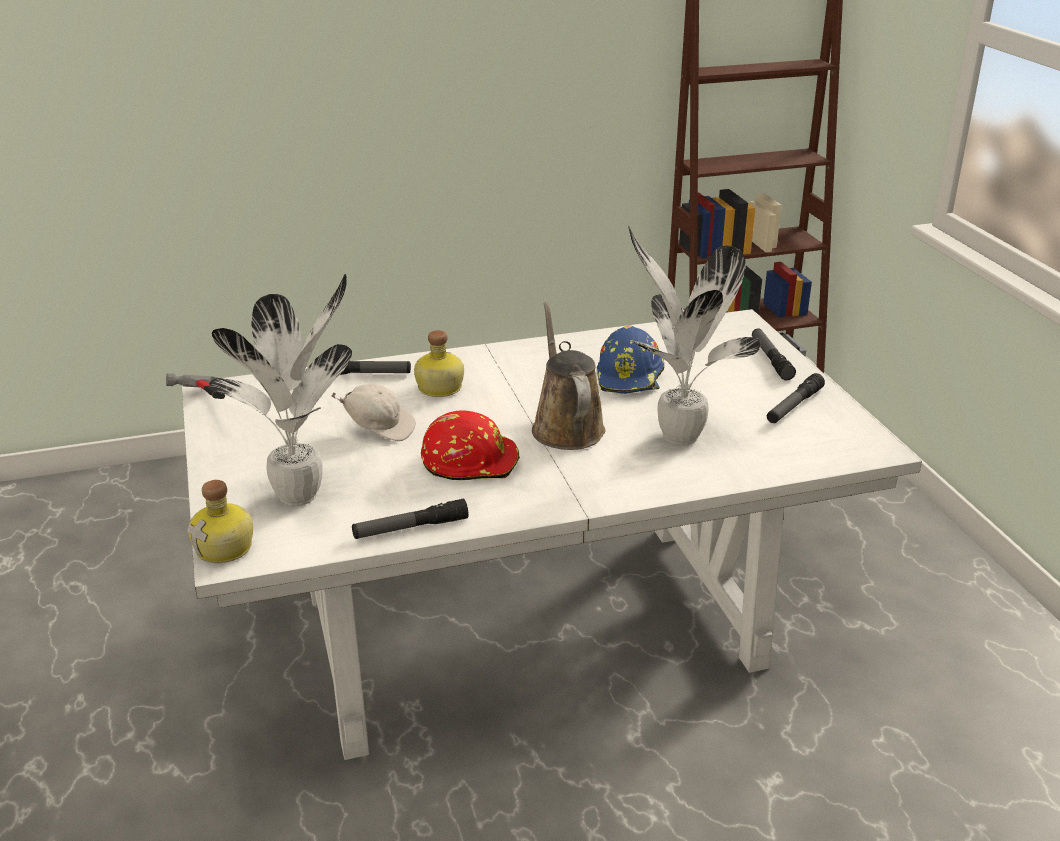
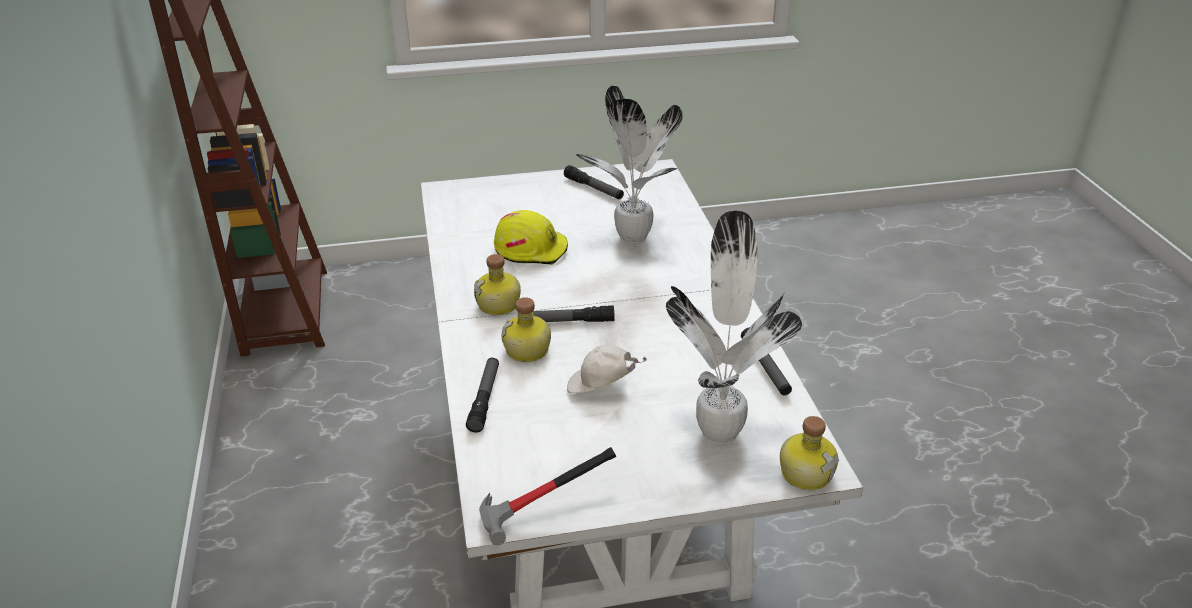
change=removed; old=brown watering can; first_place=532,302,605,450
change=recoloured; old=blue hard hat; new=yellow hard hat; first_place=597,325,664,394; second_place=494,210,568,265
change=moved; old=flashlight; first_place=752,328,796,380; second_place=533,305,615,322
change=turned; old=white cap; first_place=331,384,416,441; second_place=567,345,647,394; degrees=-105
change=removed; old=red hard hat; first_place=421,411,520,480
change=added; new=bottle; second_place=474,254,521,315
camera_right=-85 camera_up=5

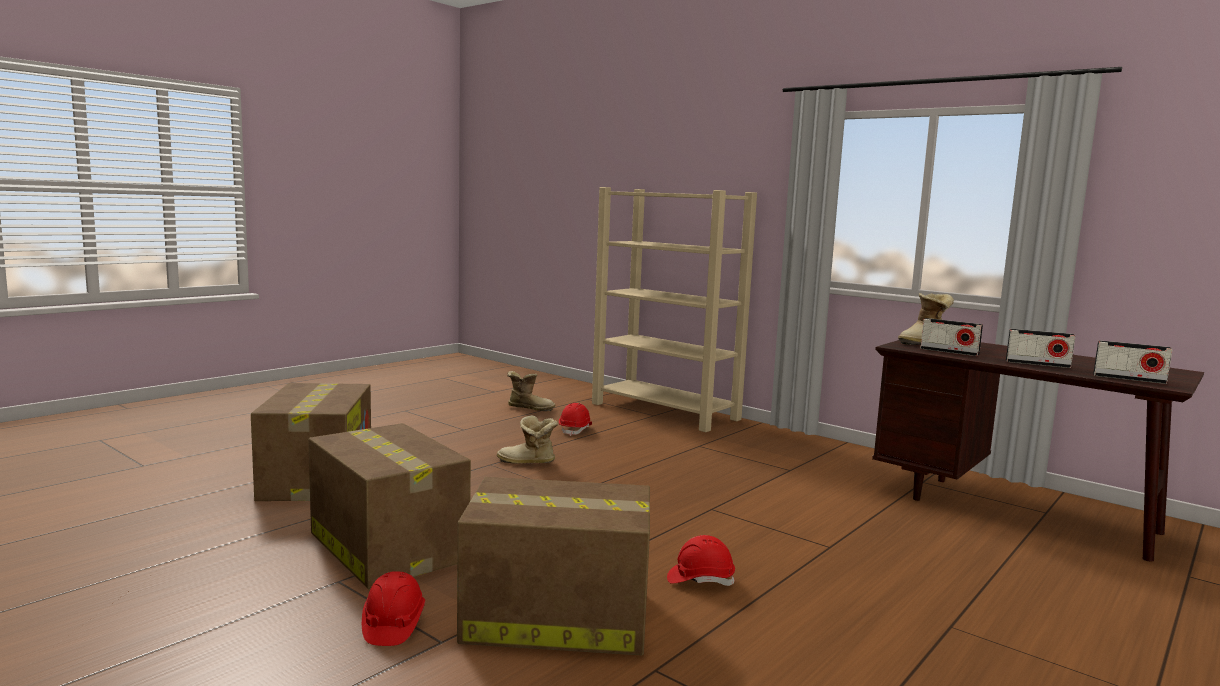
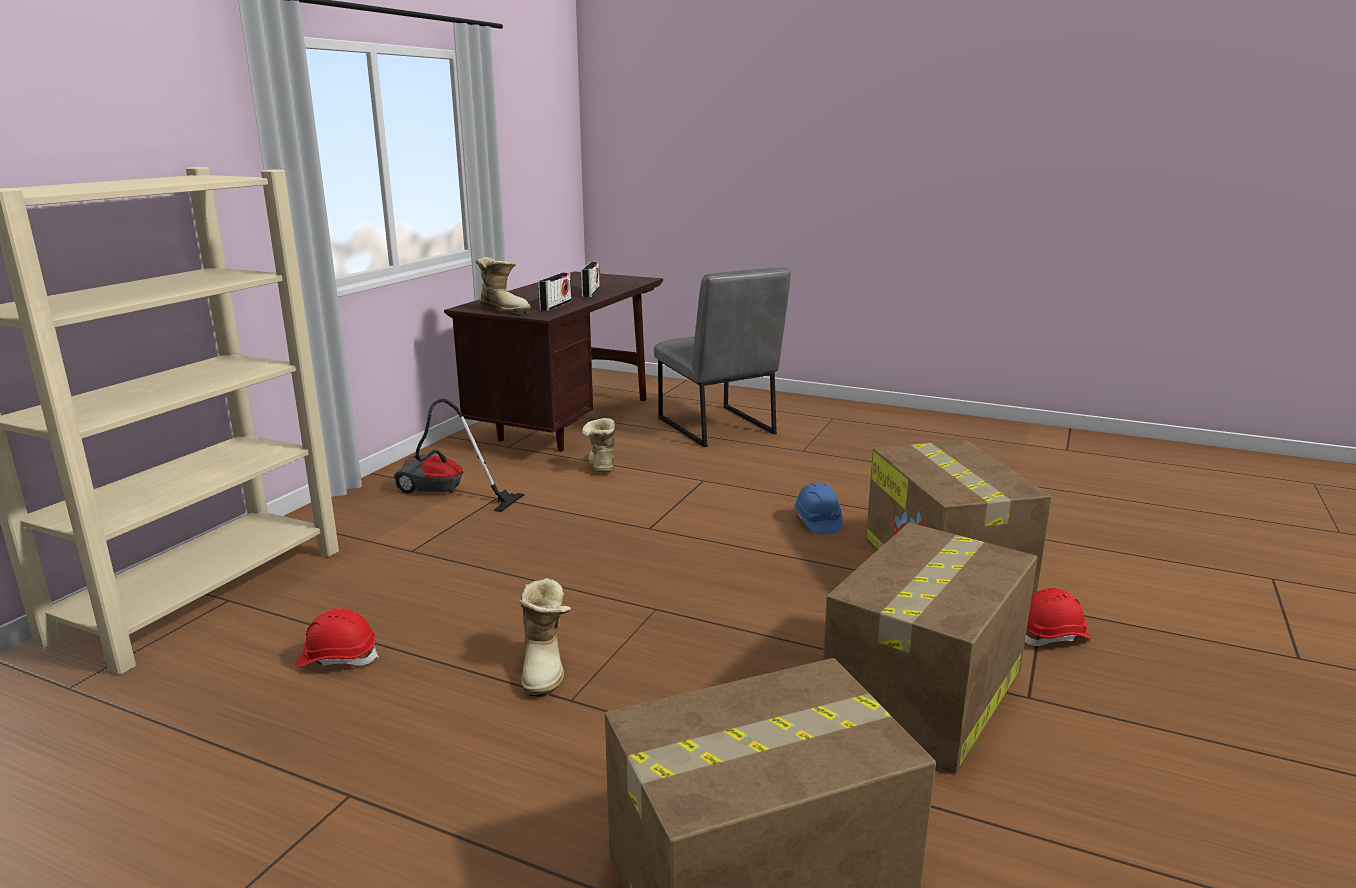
change=removed; old=radio; first_place=1093,340,1172,384
change=moved; old=boot; first_place=507,371,555,411; second_place=582,418,615,472
change=recoloured; old=red hard hat; new=blue hard hat; first_place=667,535,735,586; second_place=794,482,842,534
change=added; new=grey chair; second_place=654,267,791,447
change=added; new=vacuum cleaner; second_place=394,399,524,512
camera_right=-105 camera_up=10

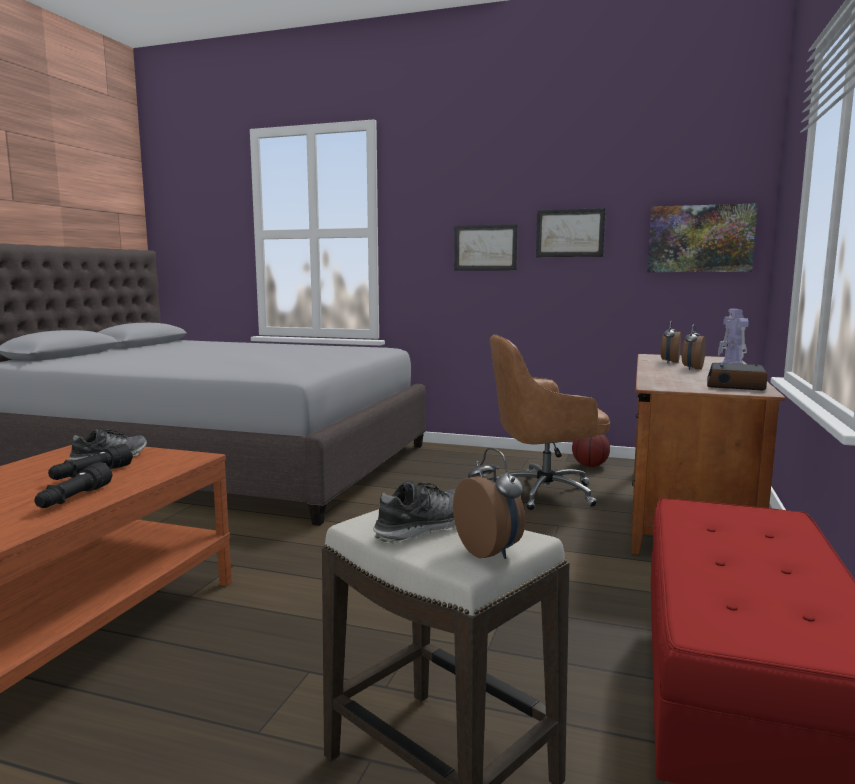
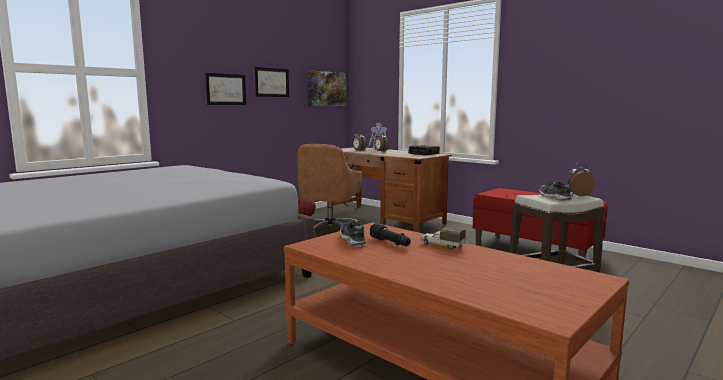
change=replaced; old=black flashlight; new=toy truck; first_place=34,462,112,508; second_place=421,227,466,250
camera_right=-65 camera_up=0

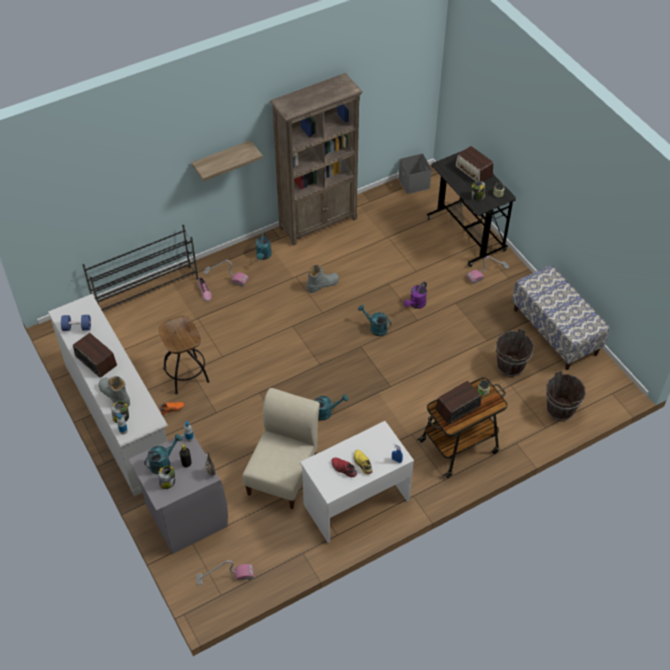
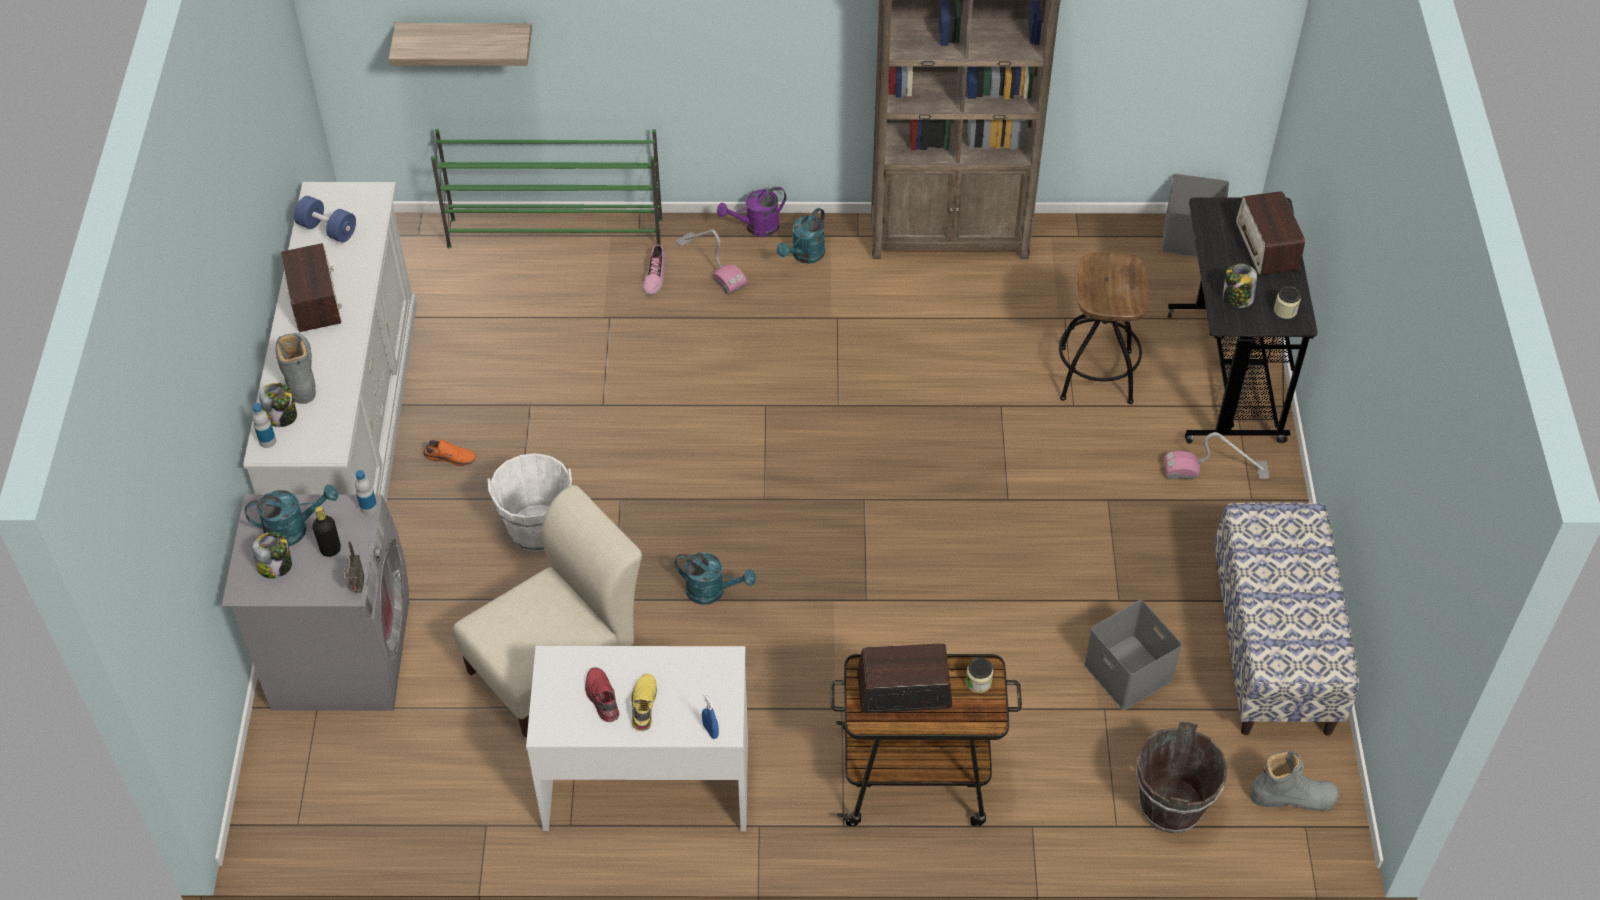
change=moved; old=shelf; first_place=191,140,263,181; second_place=389,23,532,66
change=recoloured; old=black shoe rack; new=green shoe rack; first_place=83,225,198,311; second_place=431,129,663,248
change=moved; old=grey boot; first_place=306,265,339,293; second_place=1250,750,1339,811
change=moved; old=purple watering can; first_place=404,282,427,309; second_place=717,187,786,237
change=removed; old=turquoise watering can; first_place=358,305,392,336
change=moved; old=brown stool; first_place=159,316,210,395; second_place=1059,252,1149,404
change=replaced; old=brown bucket; new=grey storage box; first_place=496,328,534,377; second_place=1084,600,1182,710
change=removed; old=vacuum cleaner; first_place=196,560,254,585
change=added; new=white bucket; second_place=488,453,572,552
camera_right=30 camera_up=0

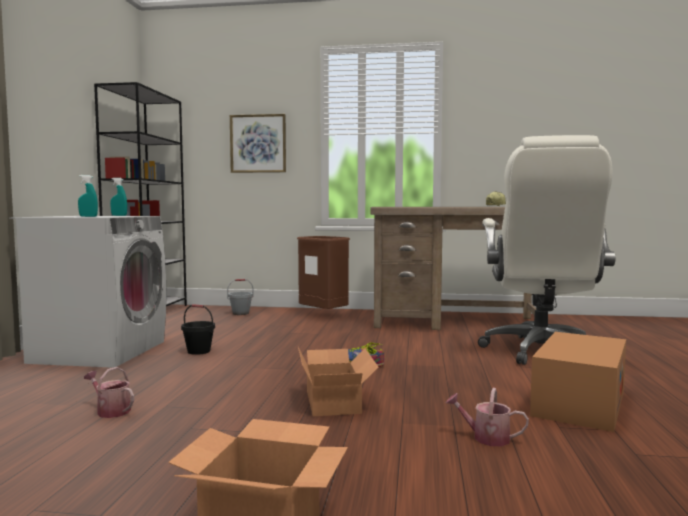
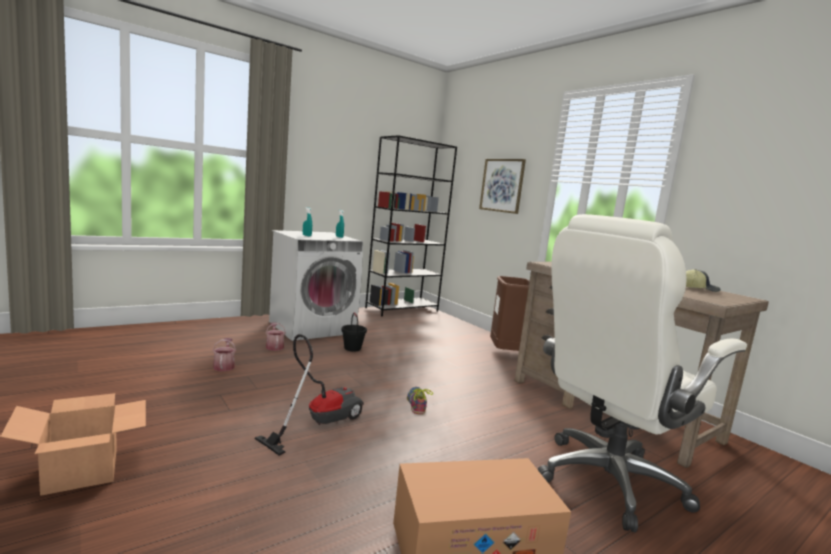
change=removed; old=grey bucket; first_place=227,279,254,315
change=replaced; old=cardboard box; new=vacuum cleaner; first_place=298,347,379,416; second_place=254,334,364,456
change=moved; old=watering can; first_place=446,388,529,446; second_place=266,322,286,351
camera_right=45 camera_up=5

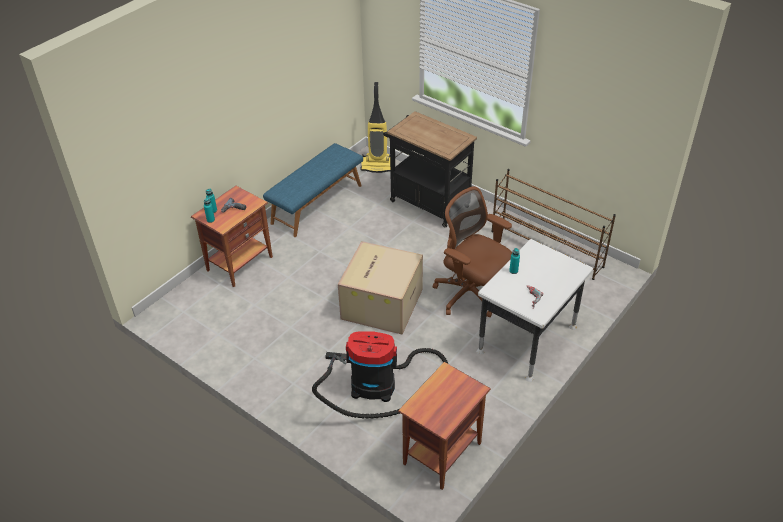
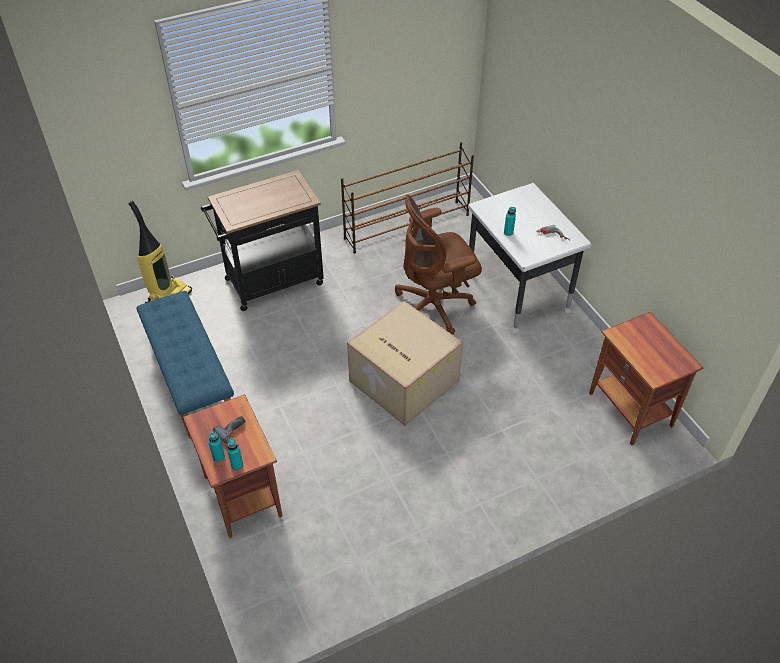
change=removed; old=vacuum cleaner; first_place=312,331,448,419
camera_right=-65 camera_up=5

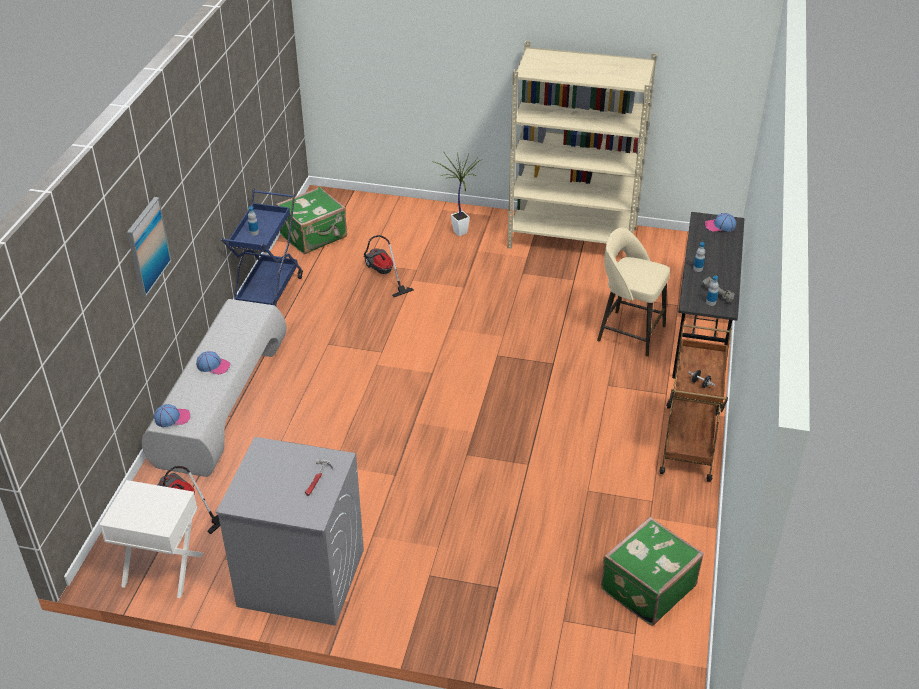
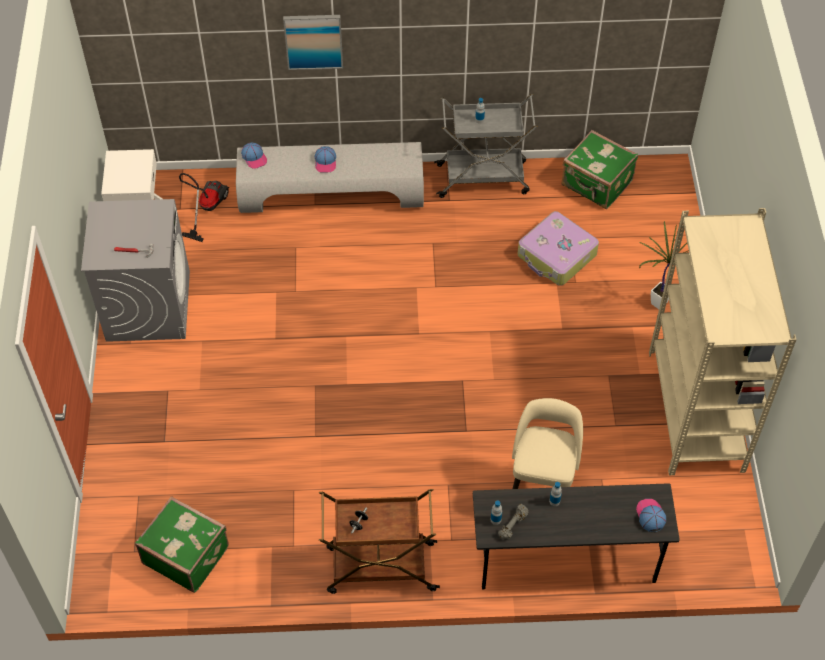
change=recoloured; old=blue cart; new=grey cart; first_place=221,188,303,306; second_place=434,94,538,198
change=replaced; old=vacuum cleaner; new=suitcase; first_place=363,235,414,297; second_place=518,211,599,286
camera_right=75 camera_up=15

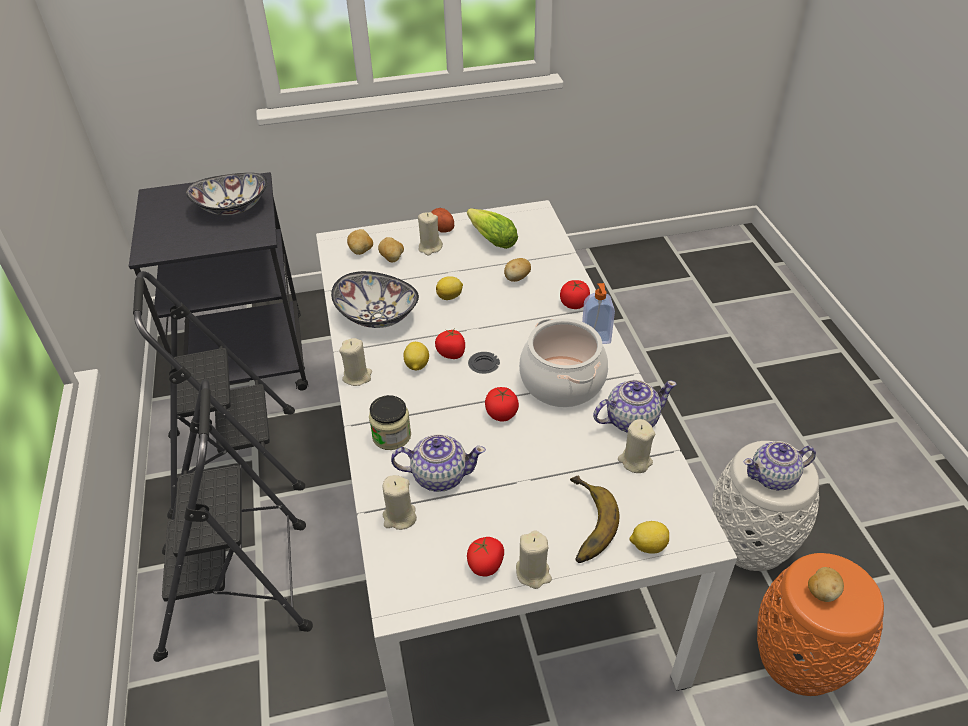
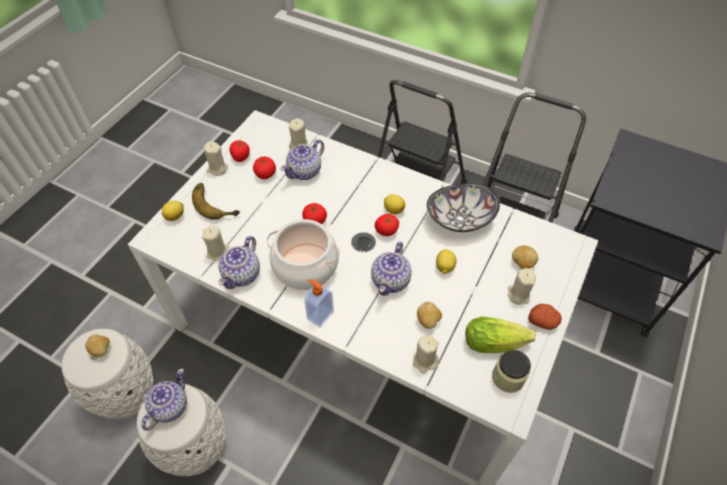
change=removed; old=bowl; first_place=186,173,267,215
change=removed; old=potato; first_place=347,229,373,255
change=moved; old=tomato; first_place=560,280,590,309; second_place=253,157,276,179
change=moved; old=beige candle; first_place=339,338,372,386; second_place=413,335,439,374
change=moved; old=jar; first_place=369,395,411,450; second_place=492,350,531,393
change=recoloured; old=orange stool; new=white stool; first_place=757,553,884,696; second_place=61,329,153,419
change=added; new=teapot; second_place=371,242,412,296
camera_right=130 camera_up=10

